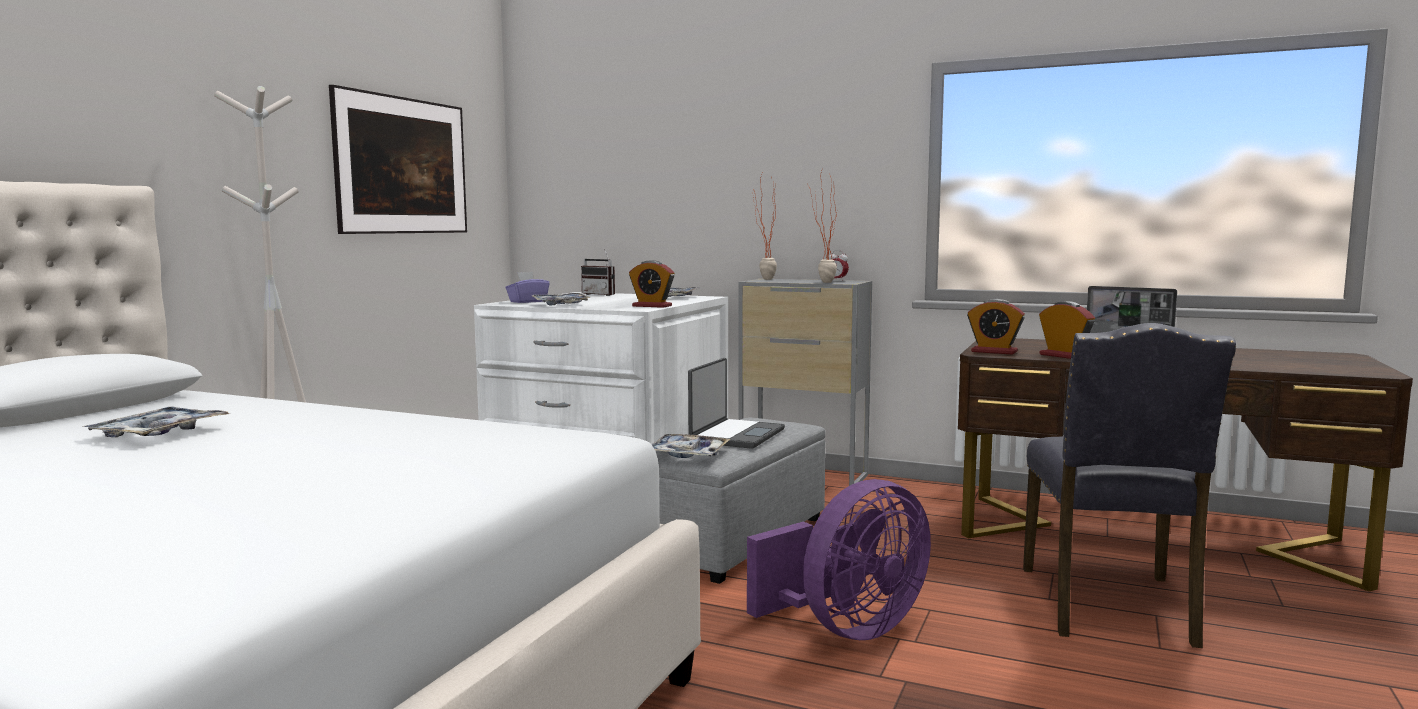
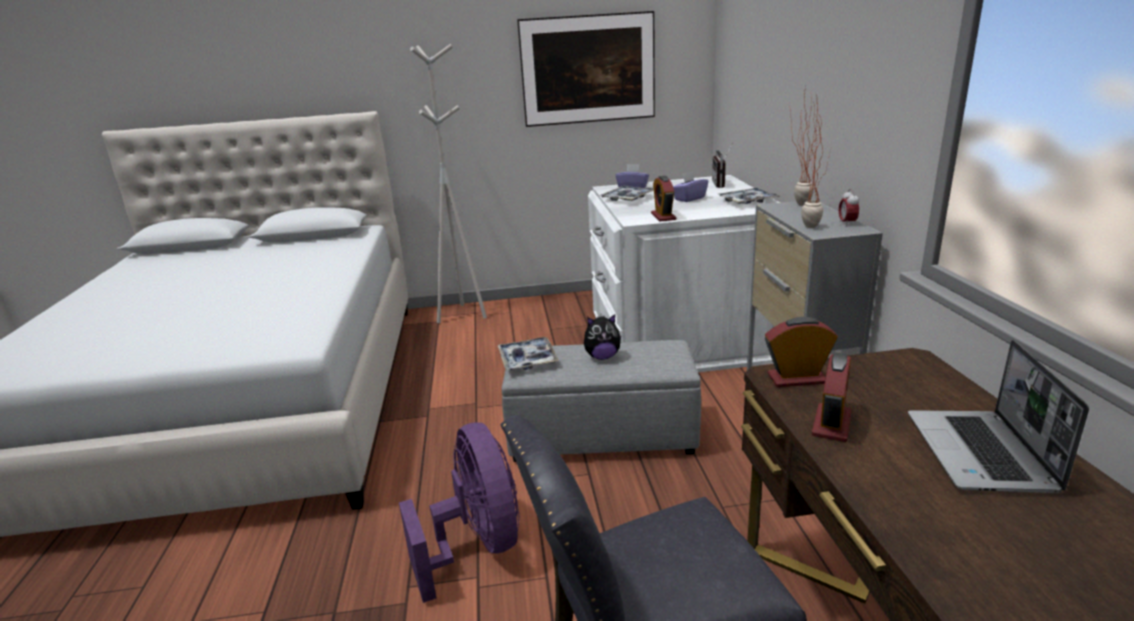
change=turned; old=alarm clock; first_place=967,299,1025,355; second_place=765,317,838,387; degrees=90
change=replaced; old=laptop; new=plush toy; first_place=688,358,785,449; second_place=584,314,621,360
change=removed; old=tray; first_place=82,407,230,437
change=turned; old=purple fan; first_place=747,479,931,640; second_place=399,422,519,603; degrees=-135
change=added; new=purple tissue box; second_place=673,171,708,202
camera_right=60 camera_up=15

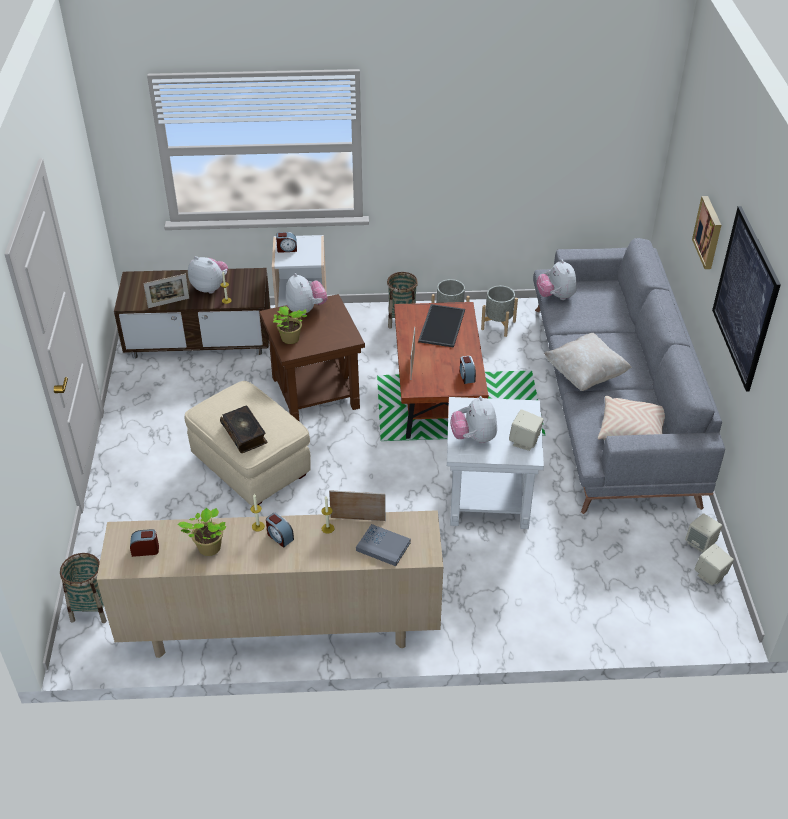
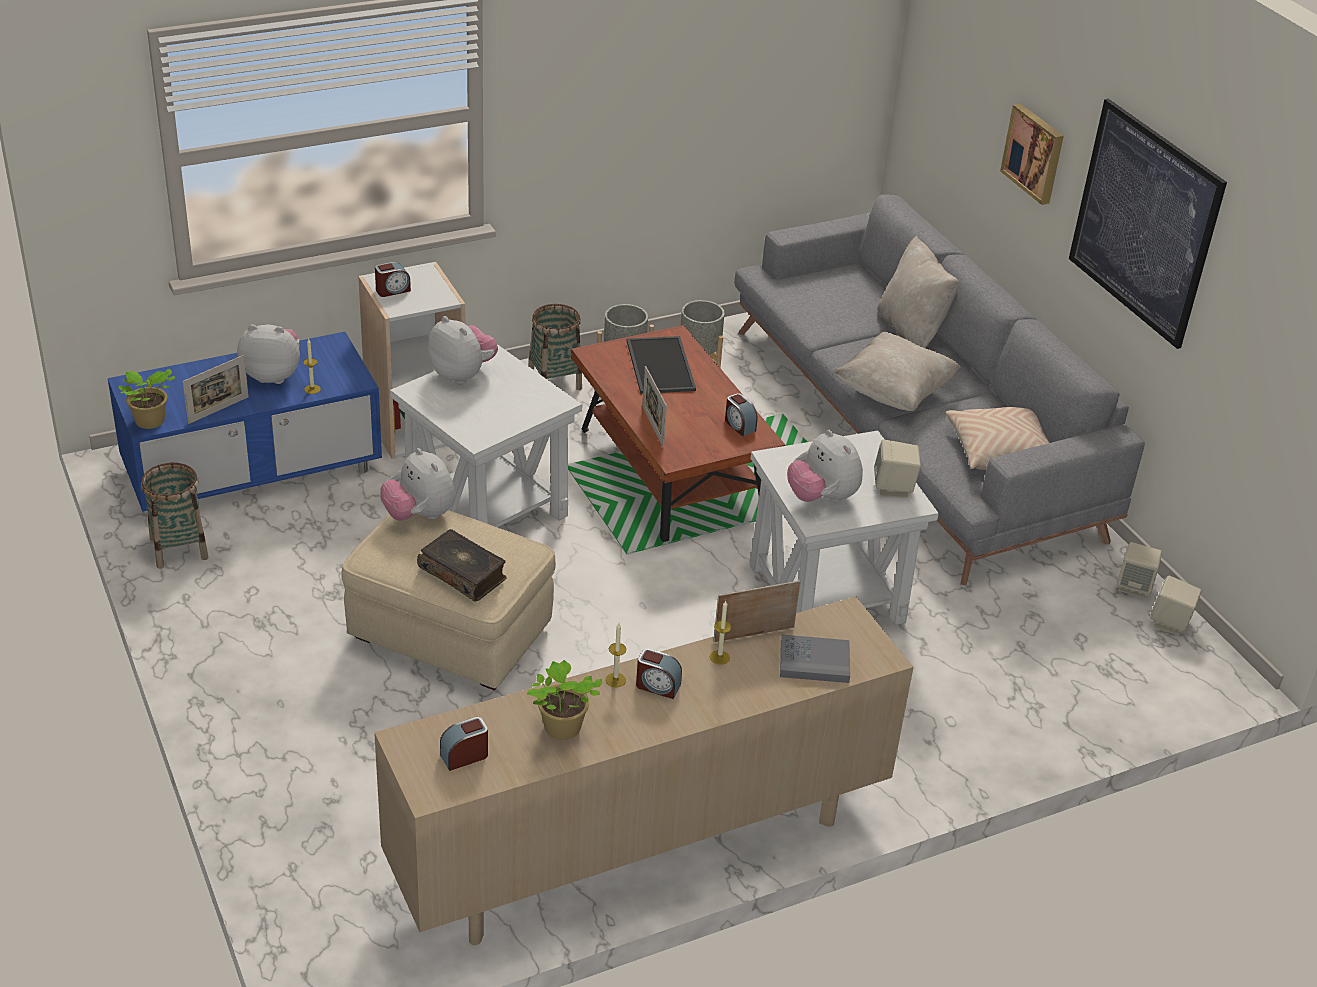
change=moved; old=plush toy; first_place=537,259,577,300; second_place=381,448,455,521
change=recoloured; old=brown tv stand; new=blue tv stand; first_place=114,268,271,359; second_place=108,332,382,512
change=recoloured; old=brown side table; new=white side table; first_place=259,294,365,422; second_place=390,344,582,527
change=moved; old=potted plant; first_place=273,306,307,344; second_place=118,369,176,429
change=moved; old=basket; first_place=60,553,107,623; second_place=141,463,208,568
change=added; new=beige pillow; second_place=877,236,959,348
camera_right=-25 camera_up=-5

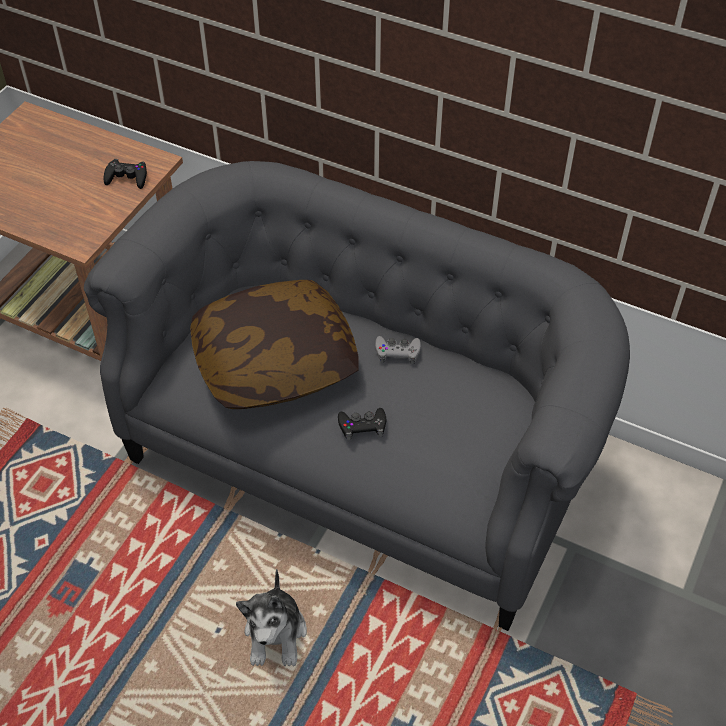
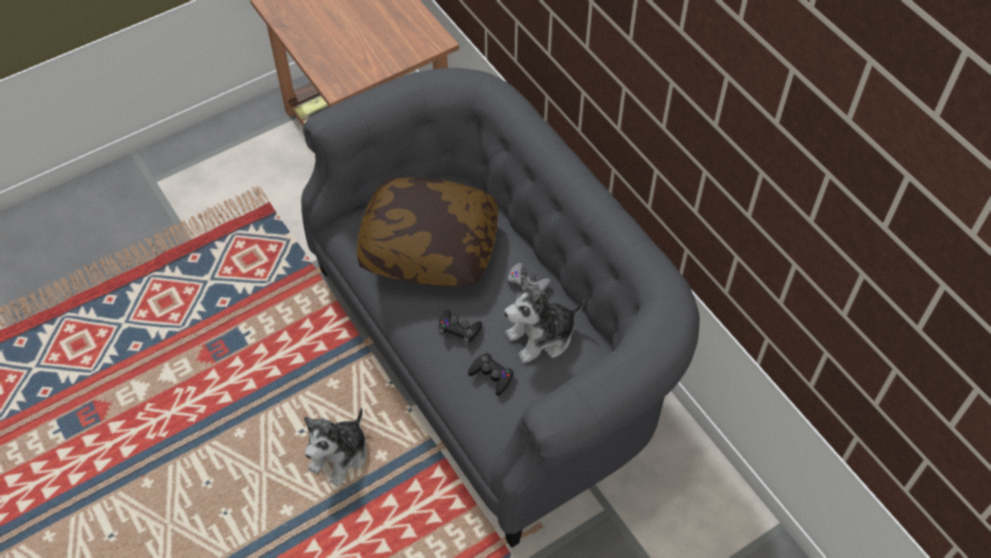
change=moved; old=black game controller; first_place=103,159,147,189; second_place=468,352,514,396
change=added; new=plush toy; second_place=504,276,584,363
camera_right=30 camera_up=5

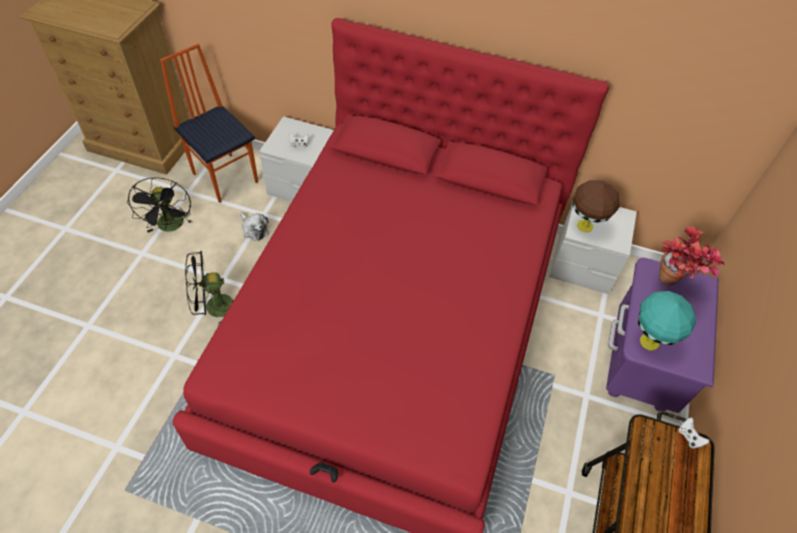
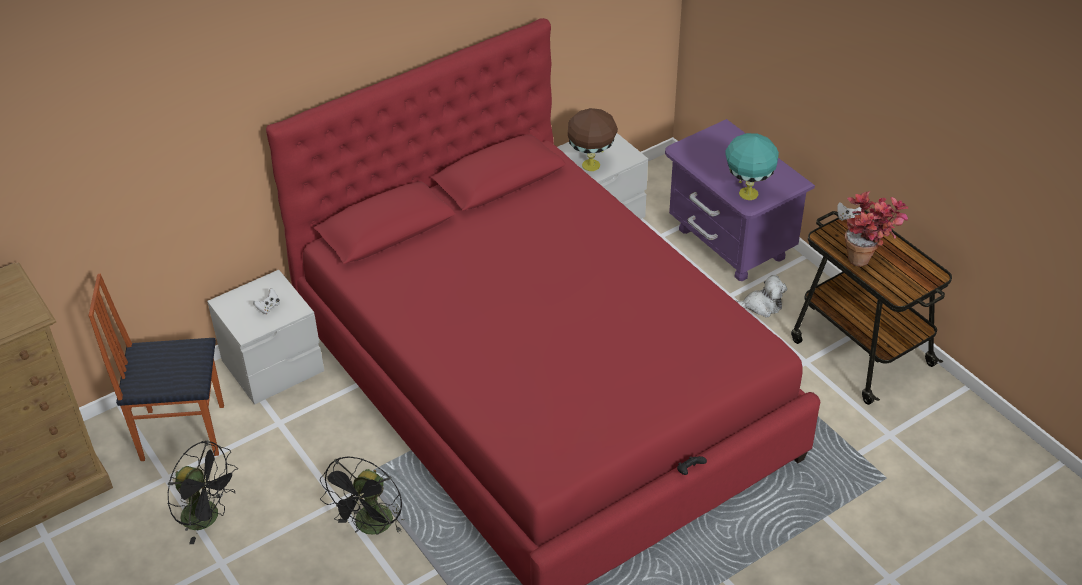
change=moved; old=plush toy; first_place=241,212,269,241; second_place=735,275,787,317
change=moved; old=potted plant; first_place=659,226,725,285; second_place=845,191,908,267
camera_right=-50 camera_up=-10

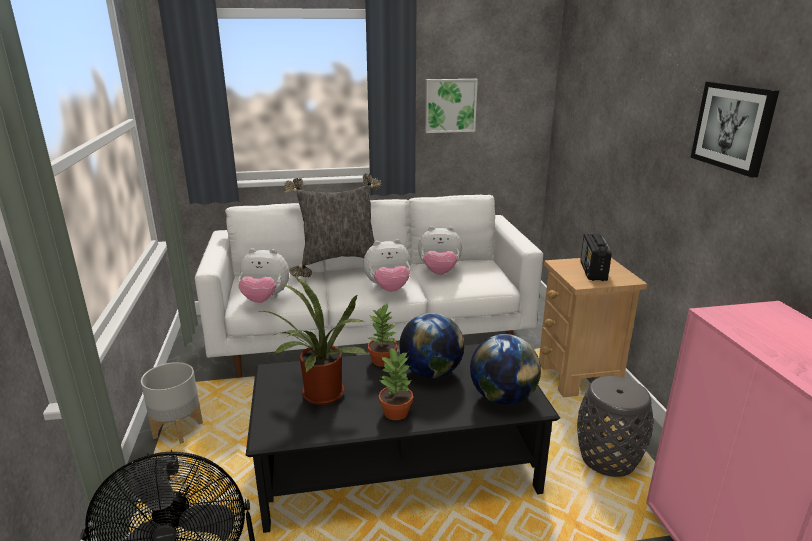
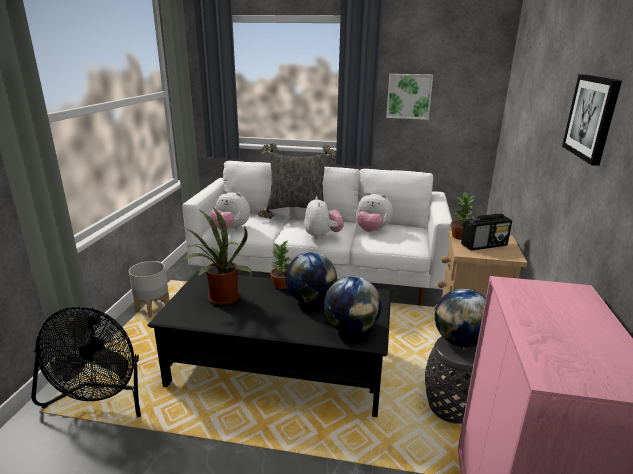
change=turned; old=radio; first_place=580,233,612,281; second_place=461,214,512,250; degrees=-135
change=turned; old=plush toy; first_place=364,239,410,292; second_place=304,196,344,239; degrees=-105
change=moved; old=potted plant; first_place=379,347,413,420; second_place=450,191,475,240
change=added; new=globe; second_place=435,289,486,347
camera_right=20 camera_up=0

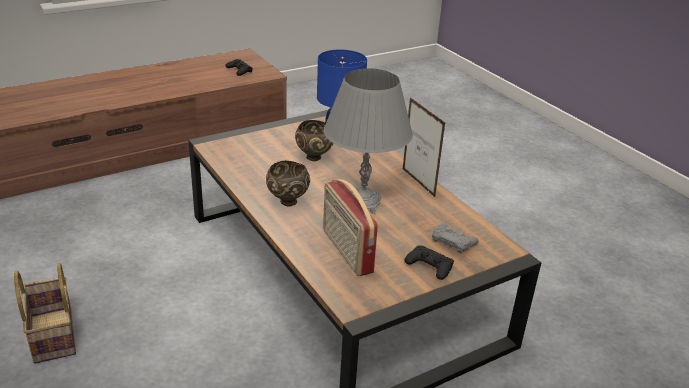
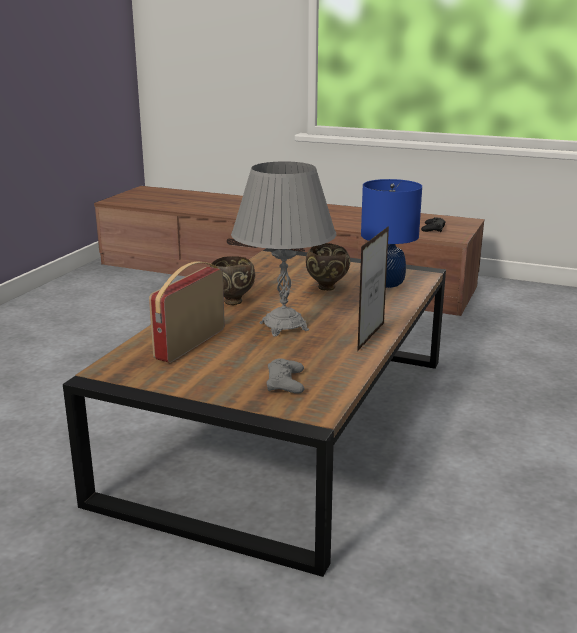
change=removed; old=black game controller; first_place=404,246,454,280
change=removed; old=basket; first_place=14,263,76,364
camera_right=55 camera_up=-10

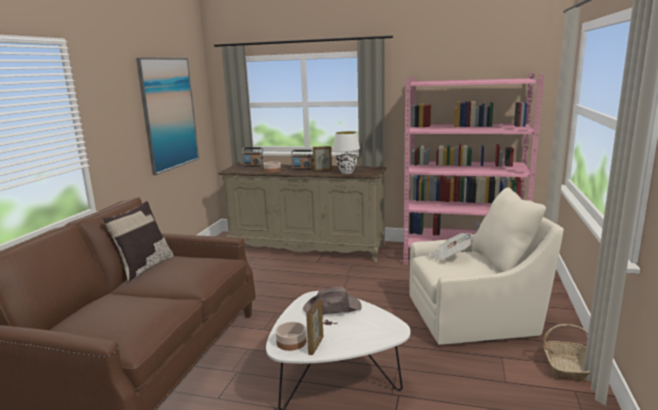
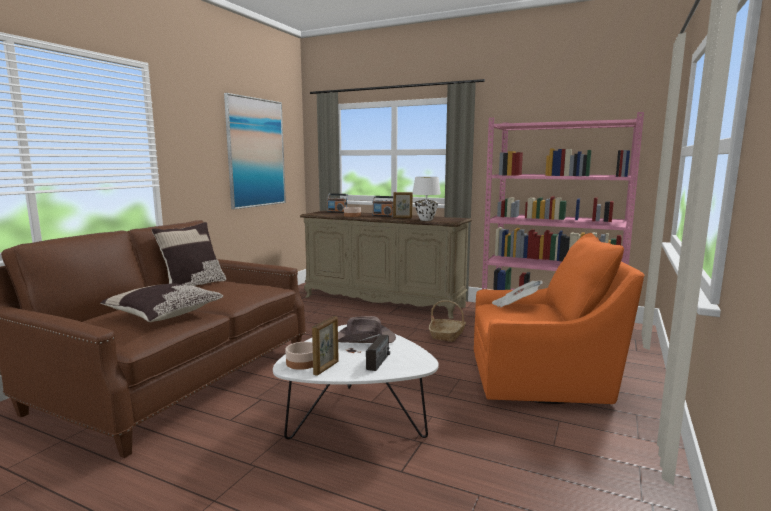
change=recoloured; old=beige armchair; new=orange armchair; first_place=409,187,564,345; second_place=474,233,645,404
change=moved; old=basket; first_place=543,324,590,382; second_place=429,300,466,342
change=added; new=pillow; second_place=101,283,223,322
change=added; new=radio; second_place=358,334,390,371
camera_right=10 camera_up=-5

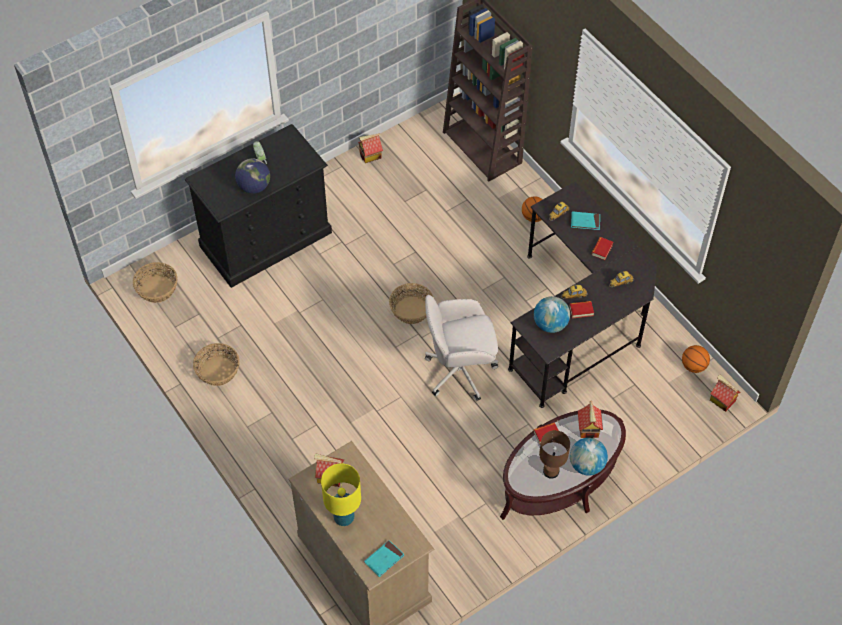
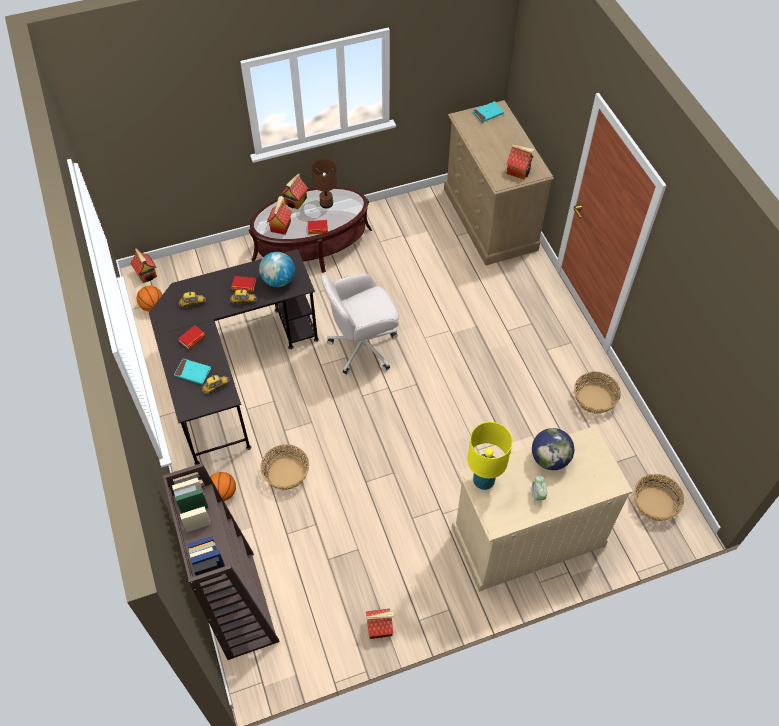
change=recoloured; old=black dresser; new=beige dresser; first_place=185,124,332,288; second_place=452,426,633,592
change=moved; old=basket; first_place=389,283,433,324; second_place=260,444,309,490
change=turned; old=white office chair; first_place=425,295,498,401; second_place=321,273,400,374; degrees=150
change=replaced; old=globe; new=toy house; first_place=570,438,608,476; second_place=281,173,309,210
change=moved; old=yellow table lamp; first_place=321,463,361,526; second_place=467,422,513,490
camera_right=-165 camera_up=0

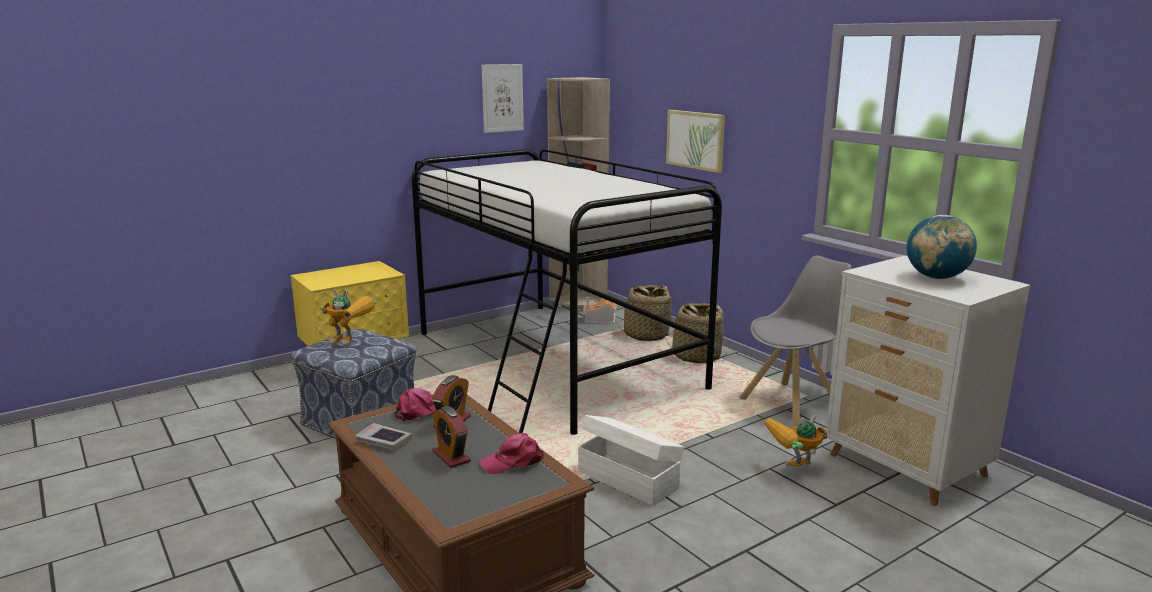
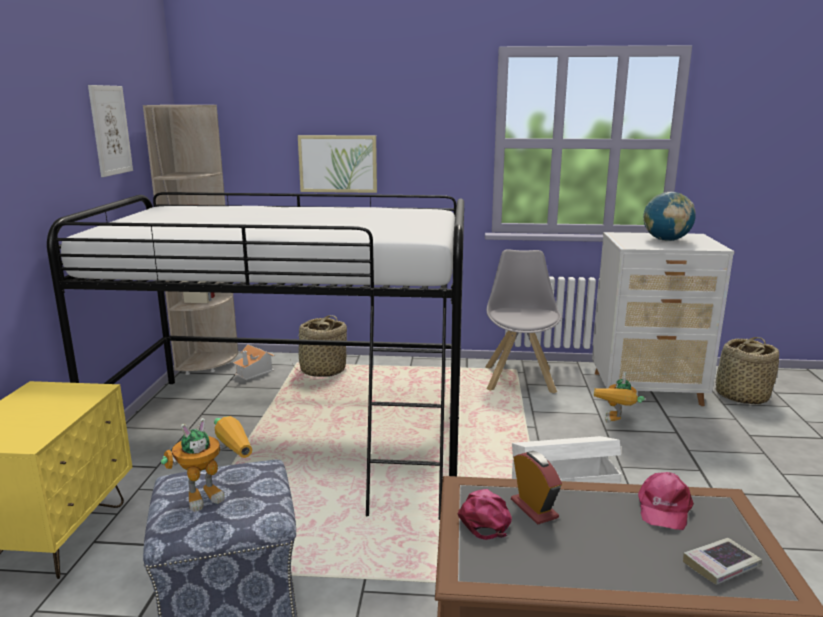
change=moved; old=basket; first_place=664,303,727,363; second_place=715,337,779,405
change=removed; old=alarm clock; first_place=432,406,471,468
change=moved; old=book; first_place=355,423,412,450; second_place=683,538,762,585
camera_right=-50 camera_up=0

